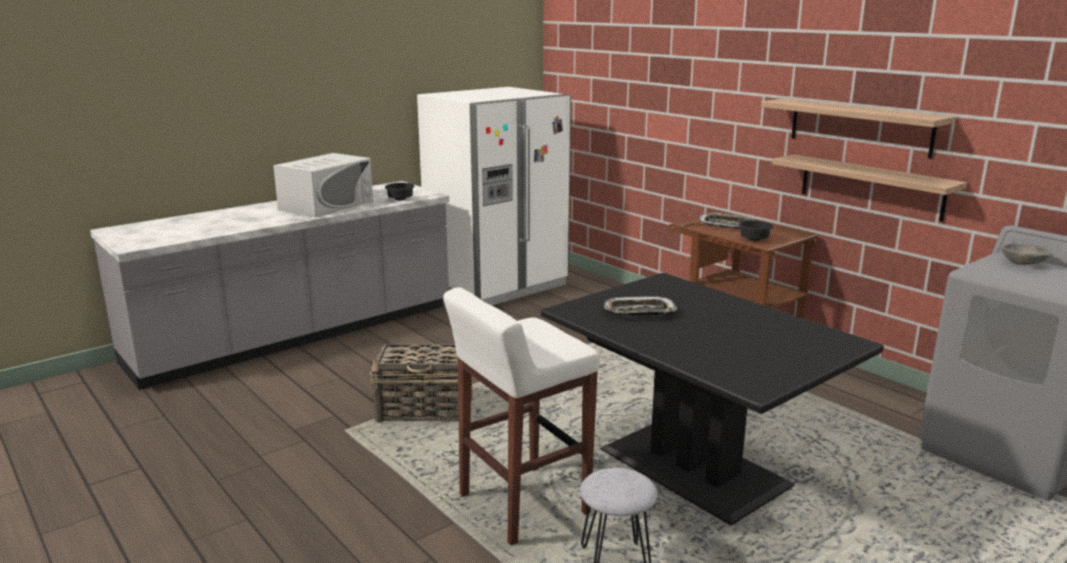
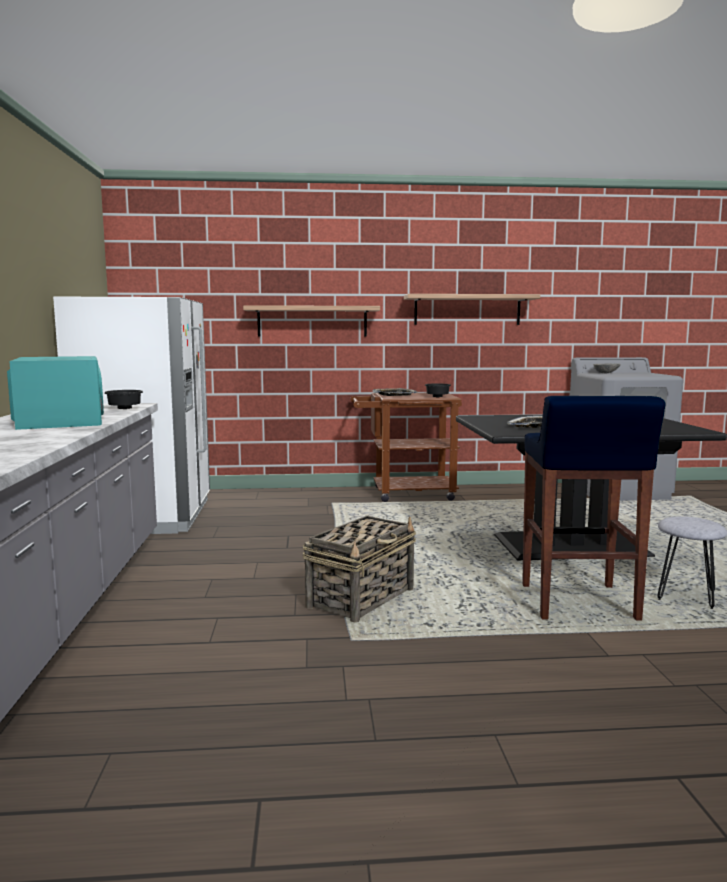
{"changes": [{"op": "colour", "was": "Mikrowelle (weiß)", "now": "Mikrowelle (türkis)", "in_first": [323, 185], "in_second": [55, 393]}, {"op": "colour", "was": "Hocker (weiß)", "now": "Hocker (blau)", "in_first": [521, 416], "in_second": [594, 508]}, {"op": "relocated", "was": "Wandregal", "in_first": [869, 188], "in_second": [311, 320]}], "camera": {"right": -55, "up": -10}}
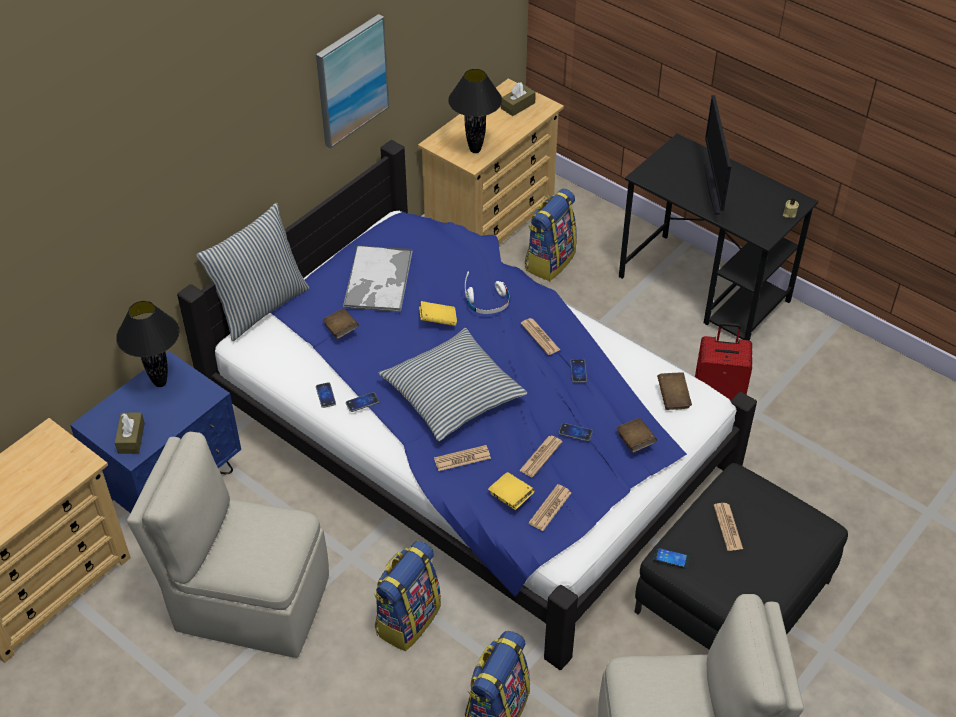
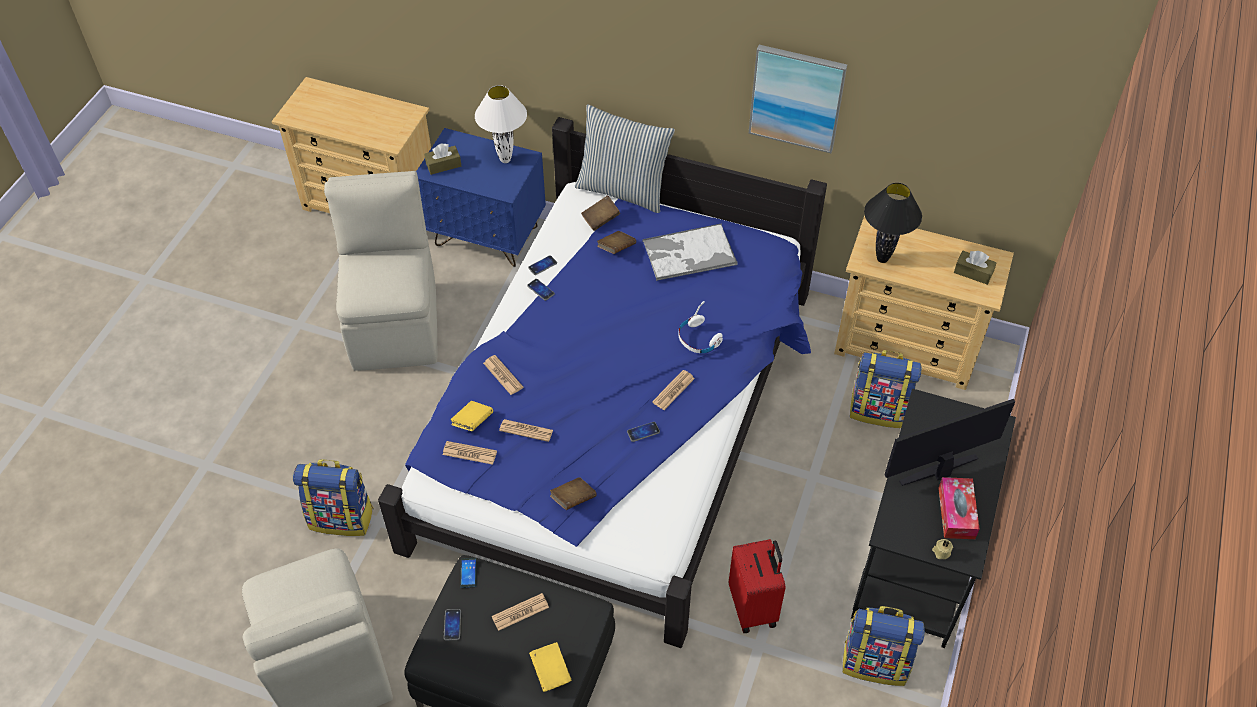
{"changes": [{"op": "colour", "was": "Tischlampe (schwarz)", "now": "Tischlampe (weiß)", "in_first": [147, 344], "in_second": [501, 124]}, {"op": "relocated", "was": "Rucksack", "in_first": [407, 596], "in_second": [883, 646]}, {"op": "missing", "was": "Kissen", "in_first": [452, 384]}, {"op": "relocated", "was": "Buch (gelb)", "in_first": [438, 313], "in_second": [550, 667]}, {"op": "relocated", "was": "Handy", "in_first": [576, 432], "in_second": [452, 625]}, {"op": "relocated", "was": "Buch (braun)", "in_first": [674, 391], "in_second": [600, 213]}, {"op": "appeared", "now": "Taschentuchbox", "in_second": [959, 508]}], "camera": {"right": 70, "up": 5}}
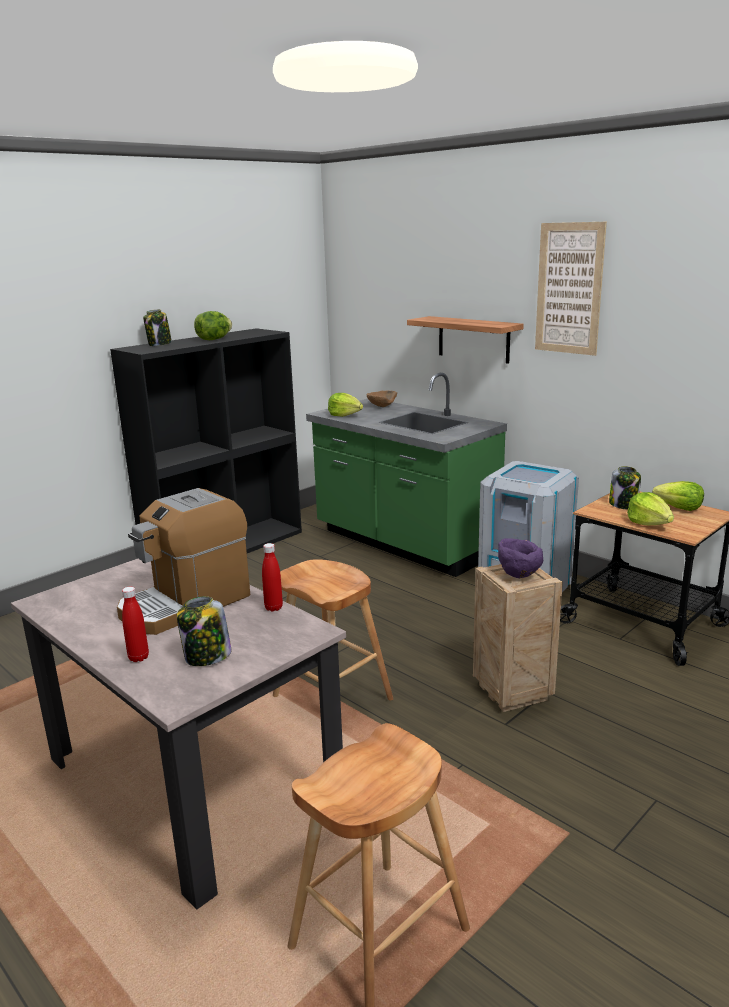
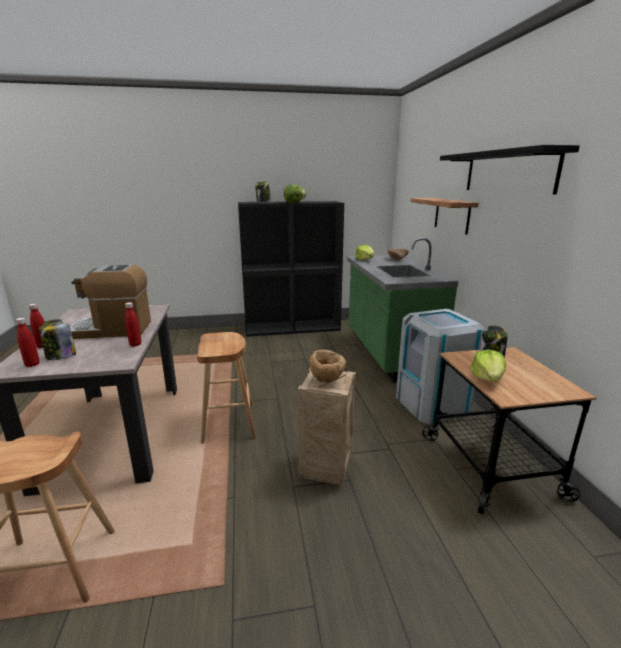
{"changes": [{"op": "colour", "was": "Schüssel (lila)", "now": "Schüssel (braun)", "in_first": [520, 558], "in_second": [327, 366]}, {"op": "exchanged", "was": "Bild", "now": "Wandregal (schwarz)", "in_first": [571, 289], "in_second": [510, 170]}, {"op": "missing", "was": "Salatkopf", "in_first": [678, 496]}, {"op": "appeared", "now": "Flasche (rot)", "in_second": [27, 342]}], "camera": {"right": 35, "up": 0}}
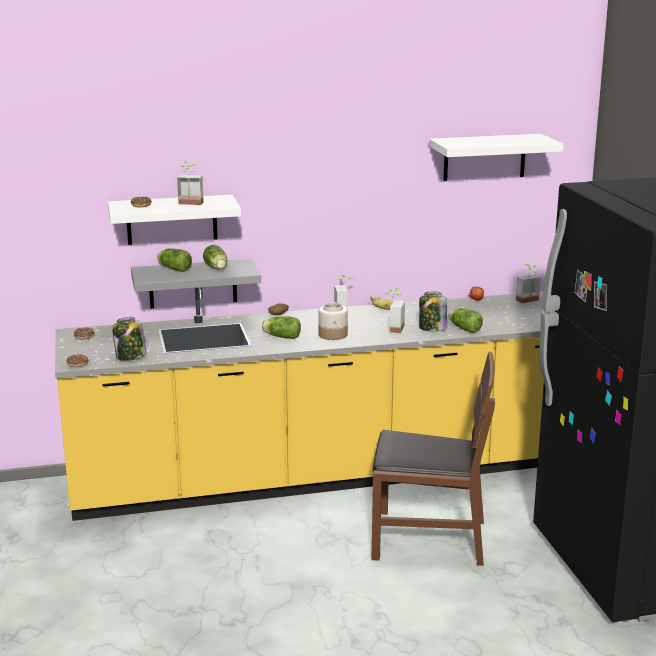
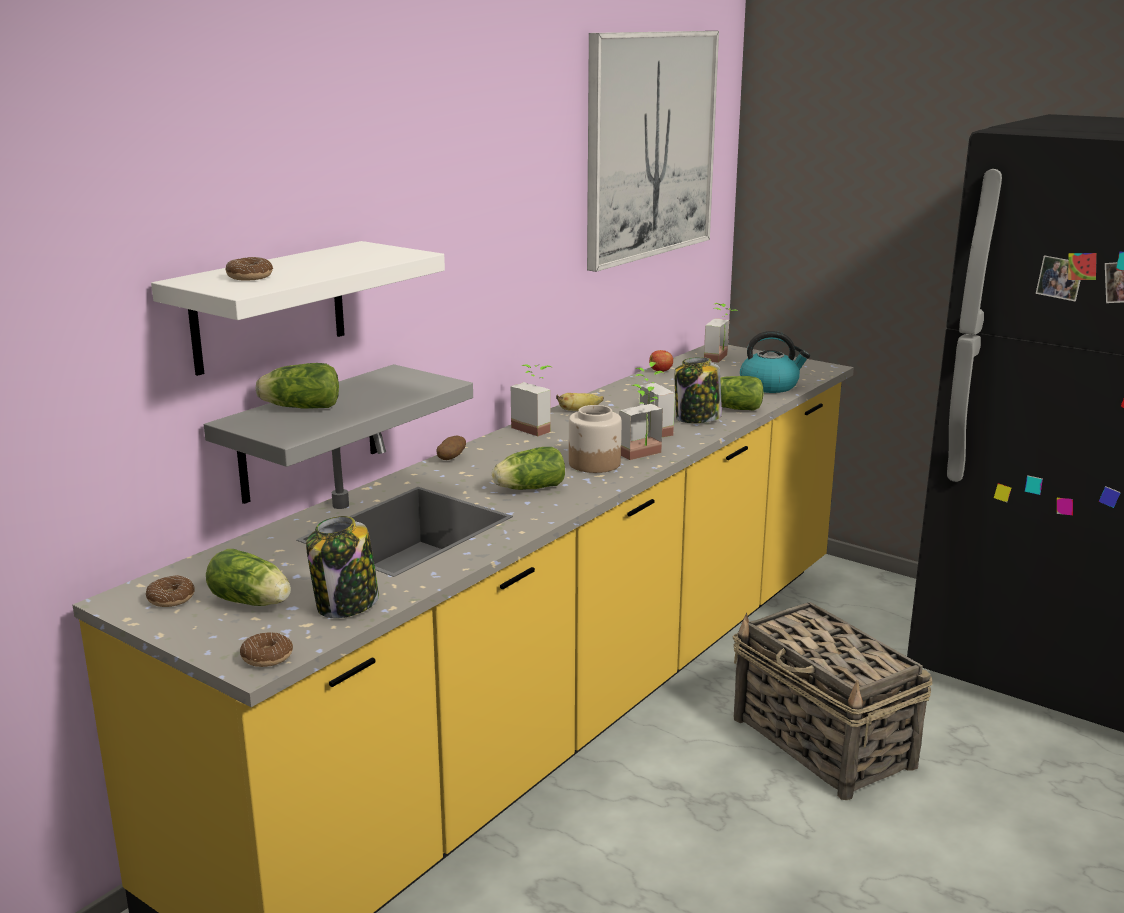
{"changes": [{"op": "relocated", "was": "Topfpflanze", "in_first": [190, 183], "in_second": [641, 422]}, {"op": "relocated", "was": "Salatkopf", "in_first": [215, 257], "in_second": [248, 577]}, {"op": "exchanged", "was": "Stuhl (braun)", "now": "Korb", "in_first": [433, 459], "in_second": [832, 701]}, {"op": "exchanged", "was": "Wandregal (weiß)", "now": "Bild", "in_first": [496, 157], "in_second": [653, 151]}, {"op": "appeared", "now": "Wasserkessel", "in_second": [775, 362]}], "camera": {"right": -40, "up": 0}}
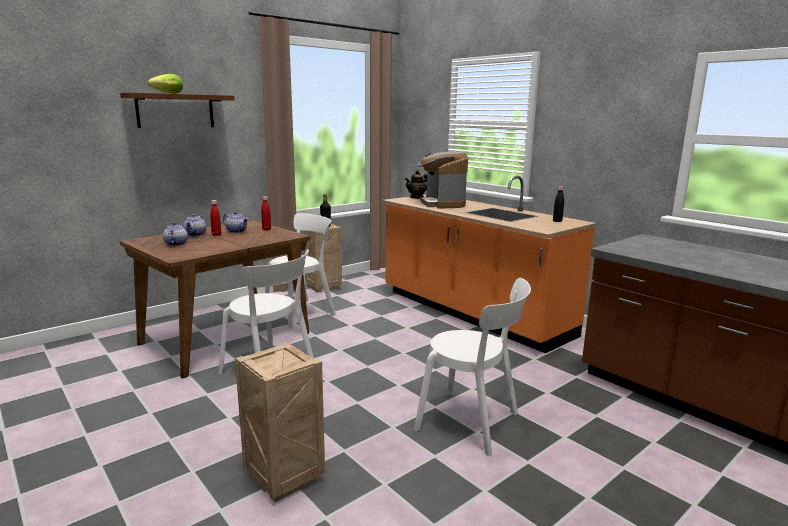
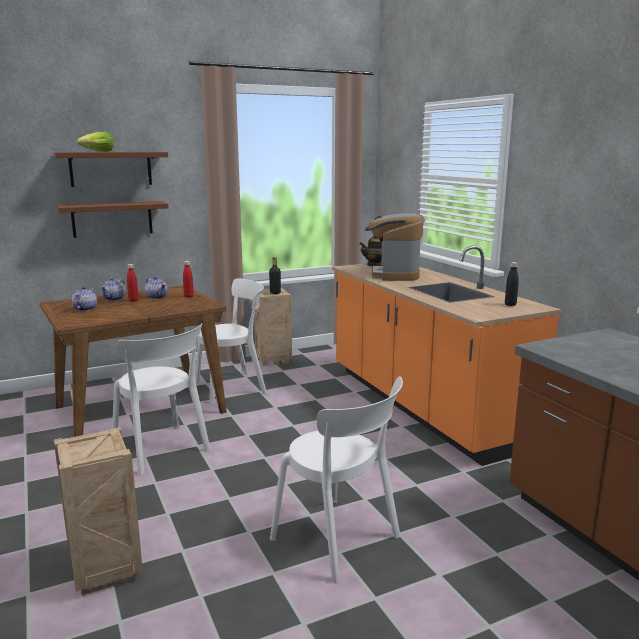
{"changes": [{"op": "appeared", "now": "Wandregal (braun)", "in_second": [112, 219]}], "camera": {"right": 15, "up": 0}}
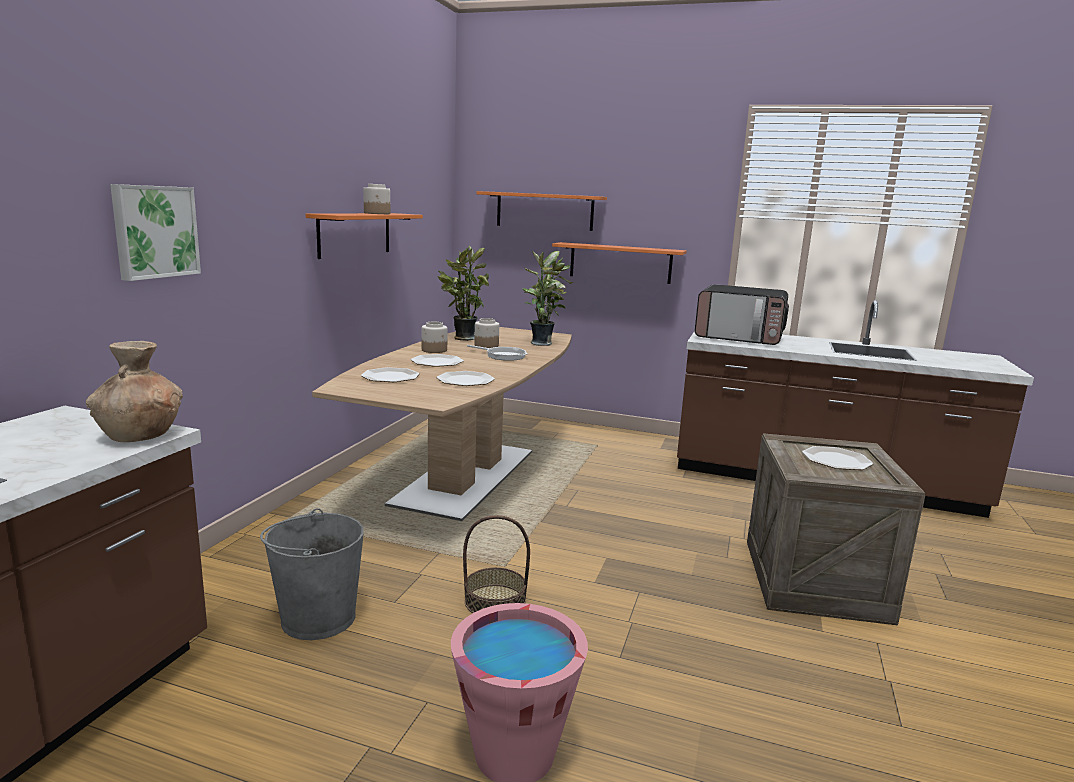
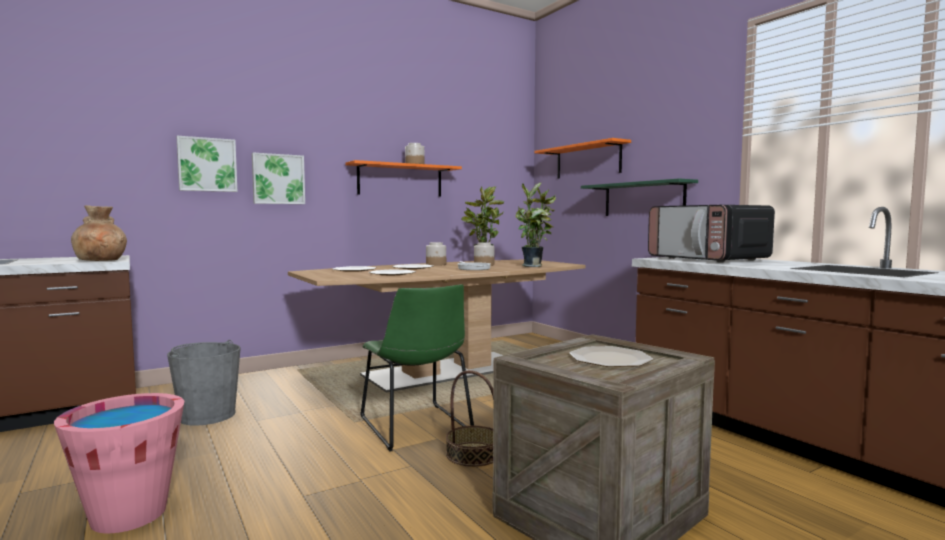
{"changes": [{"op": "relocated", "was": "Korb", "in_first": [496, 564], "in_second": [469, 418]}, {"op": "colour", "was": "Wandregal (orange)", "now": "Wandregal (grün)", "in_first": [619, 263], "in_second": [639, 197]}, {"op": "appeared", "now": "Bild", "in_second": [278, 178]}, {"op": "appeared", "now": "Stuhl (grün)", "in_second": [417, 368]}], "camera": {"right": 40, "up": -10}}
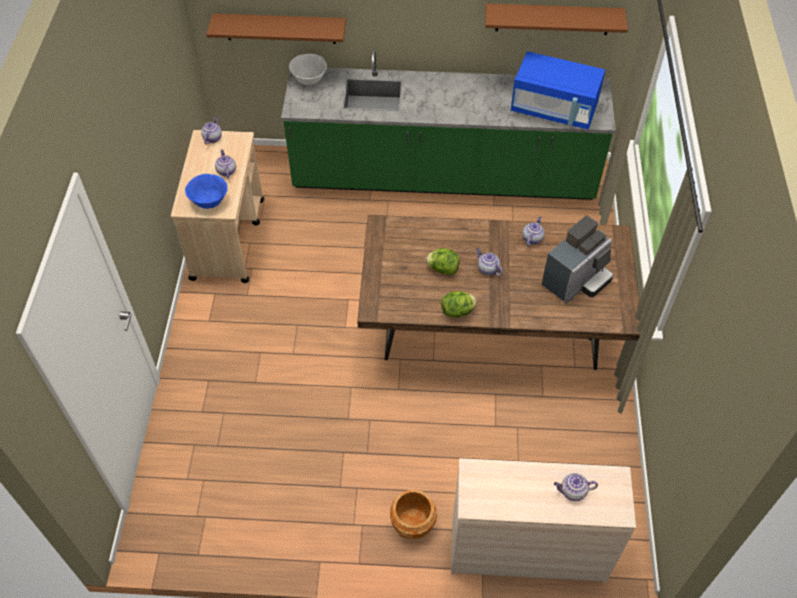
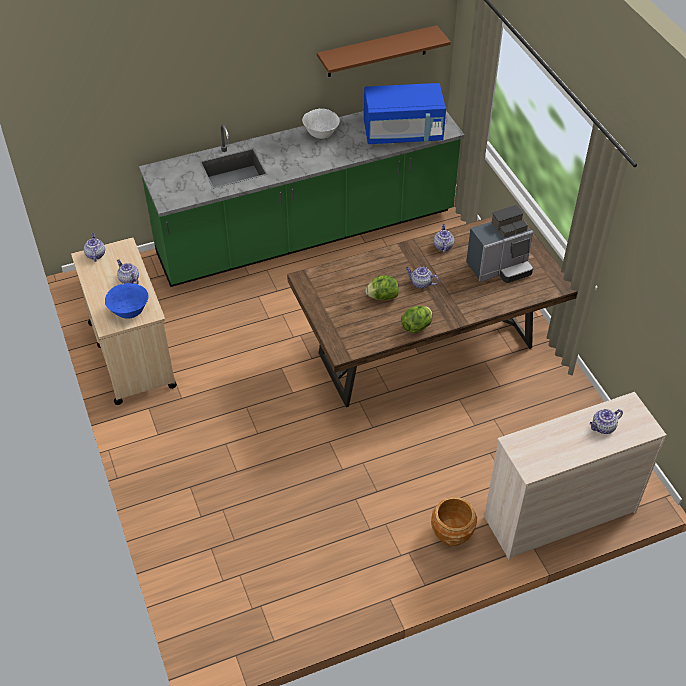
{"changes": [{"op": "missing", "was": "Wandregal (braun)", "in_first": [276, 28]}, {"op": "relocated", "was": "Schüssel (weiß)", "in_first": [308, 69], "in_second": [321, 124]}, {"op": "spun", "was": "Kaffeemaschine", "in_first": [577, 260], "in_second": [499, 244], "clockwise": 45}], "camera": {"right": -25, "up": -5}}
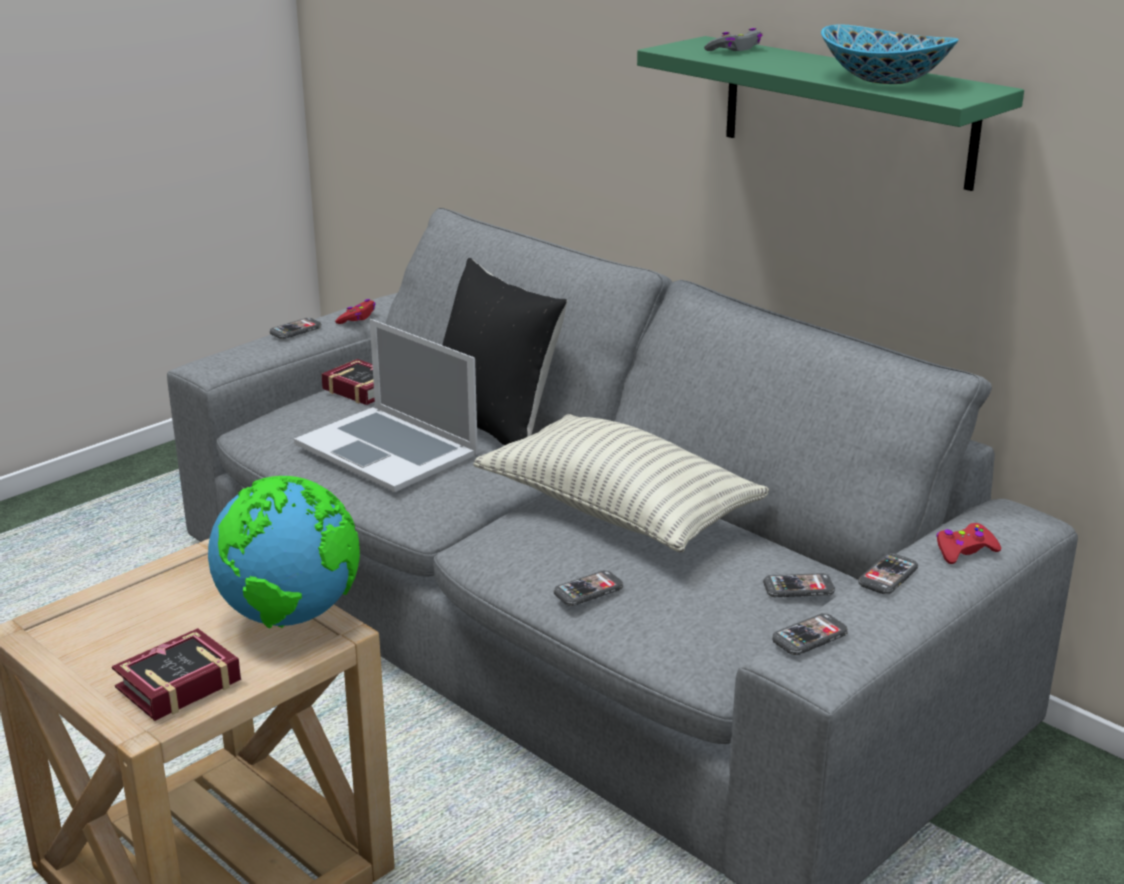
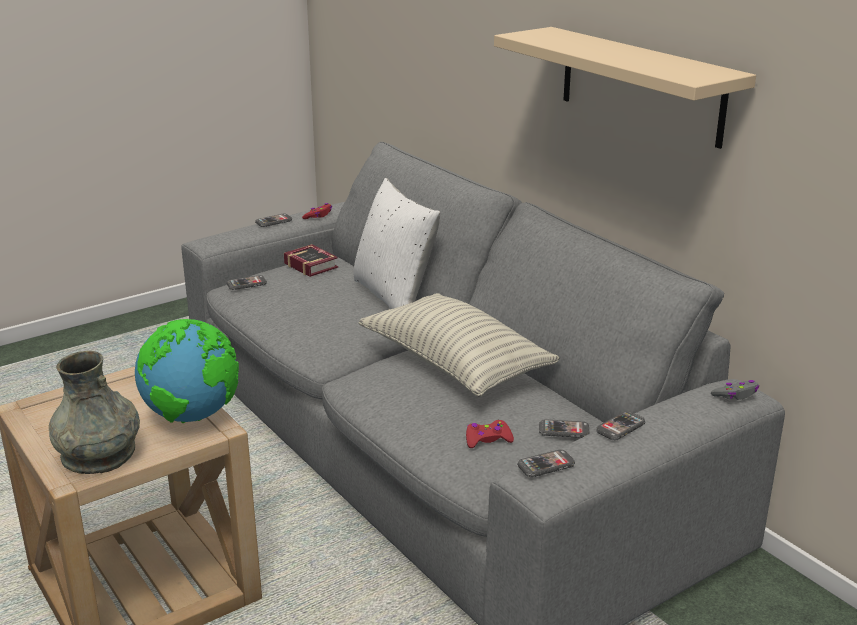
{"changes": [{"op": "exchanged", "was": "Buch", "now": "Vase (grau)", "in_first": [176, 674], "in_second": [94, 412]}, {"op": "missing", "was": "Laptop", "in_first": [386, 405]}, {"op": "colour", "was": "Kissen (schwarz)", "now": "Kissen (weiß)", "in_first": [505, 351], "in_second": [397, 243]}, {"op": "relocated", "was": "Handy", "in_first": [588, 588], "in_second": [247, 282]}, {"op": "colour", "was": "Wandregal (grün)", "now": "Wandregal (beige)", "in_first": [830, 113], "in_second": [625, 88]}, {"op": "relocated", "was": "Gamepad (grau)", "in_first": [733, 39], "in_second": [735, 390]}, {"op": "missing", "was": "Schüssel", "in_first": [890, 54]}, {"op": "relocated", "was": "Gamepad (rot)", "in_first": [968, 543], "in_second": [490, 434]}], "camera": {"right": 10, "up": 0}}
